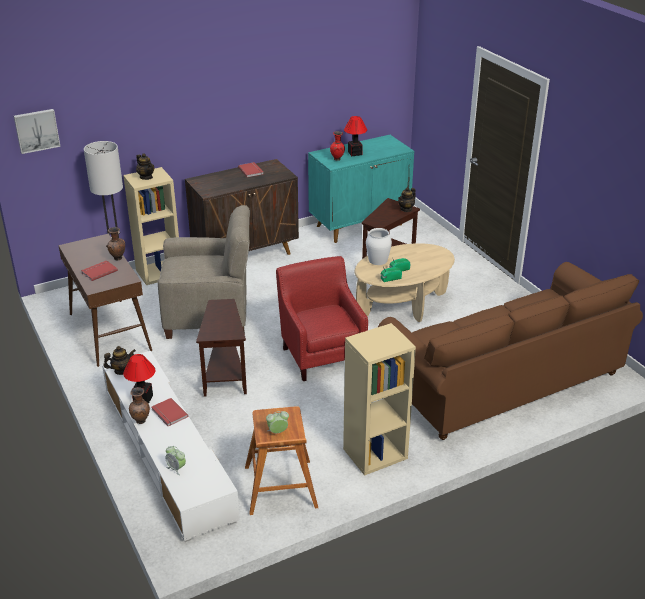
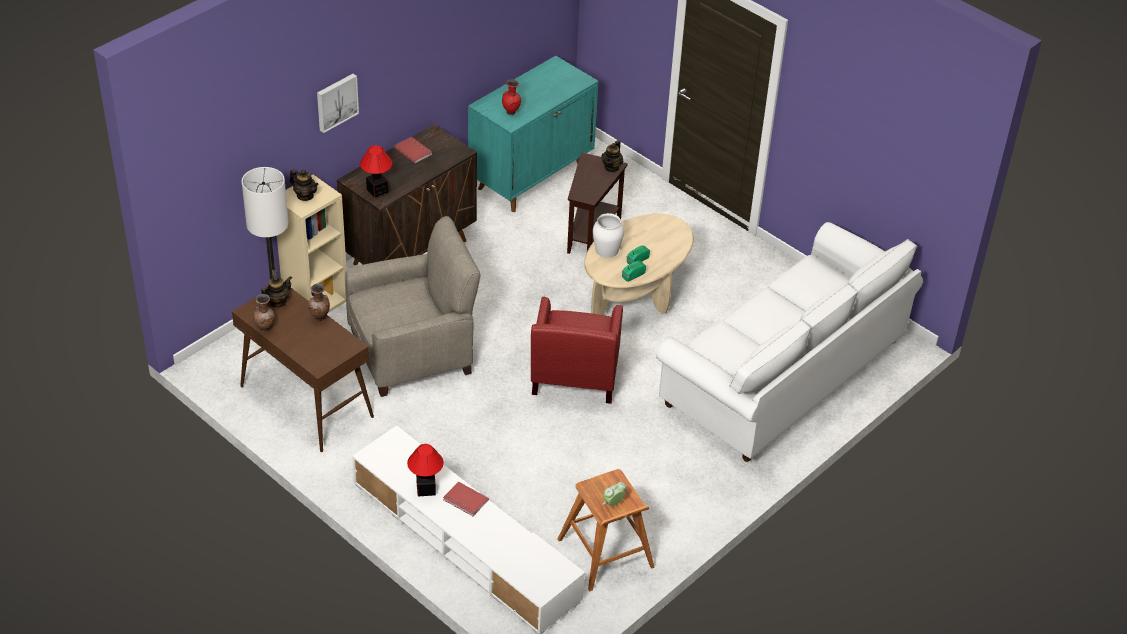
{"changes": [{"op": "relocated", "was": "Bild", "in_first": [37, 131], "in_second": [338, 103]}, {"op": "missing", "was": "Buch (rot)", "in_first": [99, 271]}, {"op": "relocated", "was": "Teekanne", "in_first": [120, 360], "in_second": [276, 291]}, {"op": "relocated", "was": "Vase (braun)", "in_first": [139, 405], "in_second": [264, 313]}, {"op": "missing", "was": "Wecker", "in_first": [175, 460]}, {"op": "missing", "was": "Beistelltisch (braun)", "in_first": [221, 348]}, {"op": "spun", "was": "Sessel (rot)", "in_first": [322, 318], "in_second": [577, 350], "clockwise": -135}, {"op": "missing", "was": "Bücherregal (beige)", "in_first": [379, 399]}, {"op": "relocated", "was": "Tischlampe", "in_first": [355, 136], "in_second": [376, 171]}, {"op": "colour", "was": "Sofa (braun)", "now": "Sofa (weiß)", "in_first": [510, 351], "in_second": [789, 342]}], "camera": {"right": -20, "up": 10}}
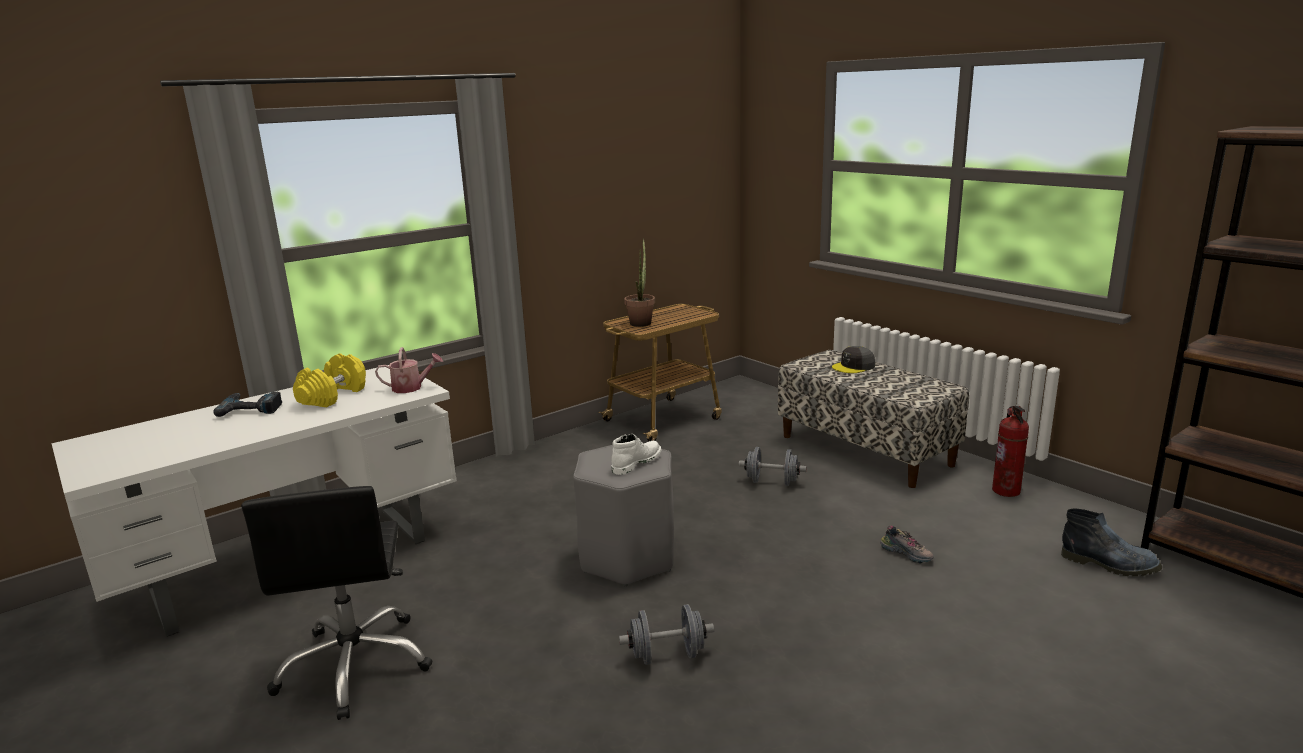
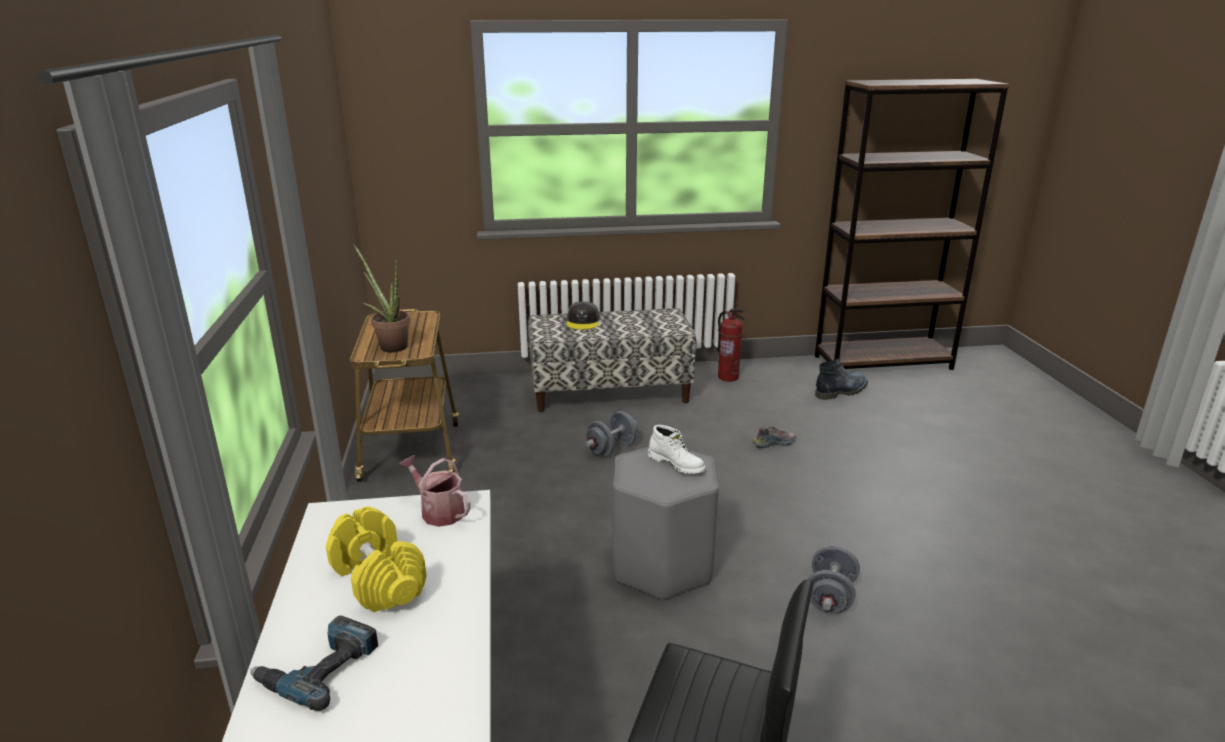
{"changes": [{"op": "spun", "was": "Gießkanne", "in_first": [409, 370], "in_second": [435, 491], "clockwise": -75}, {"op": "spun", "was": "Stiefel (weiß)", "in_first": [636, 454], "in_second": [677, 449], "clockwise": 150}], "camera": {"right": -60, "up": 5}}
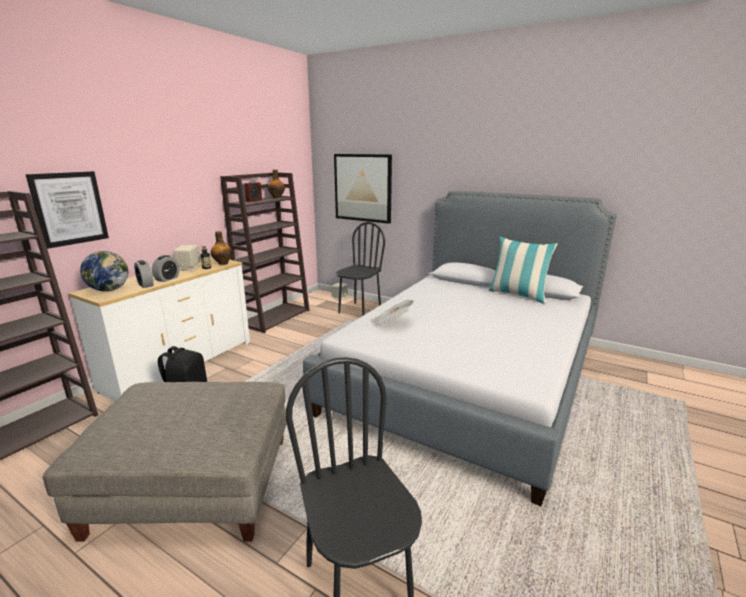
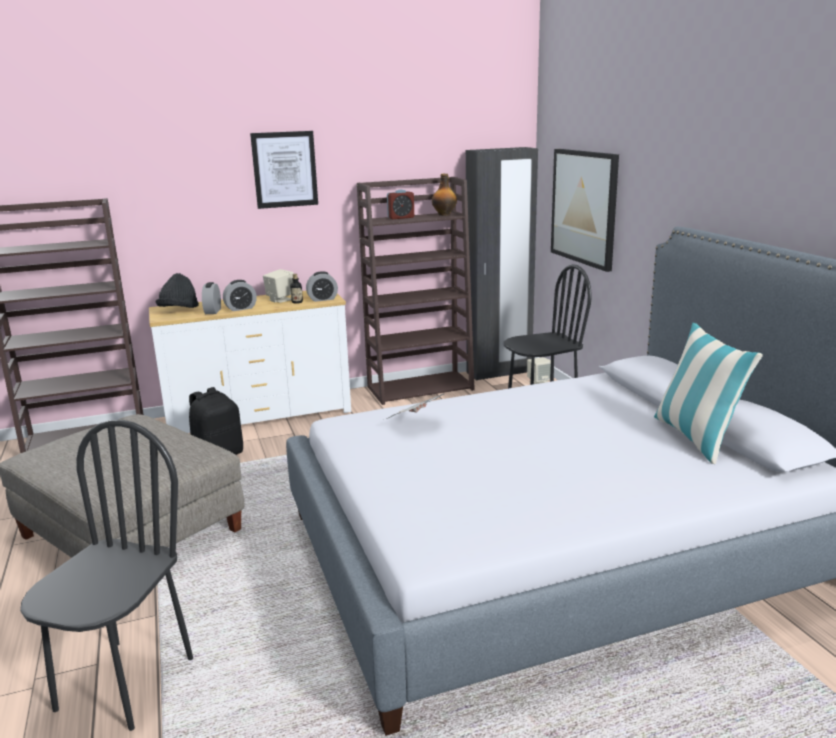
{"changes": [{"op": "relocated", "was": "Bild", "in_first": [67, 210], "in_second": [284, 170]}, {"op": "exchanged", "was": "Globus", "now": "Hut (schwarz)", "in_first": [104, 271], "in_second": [177, 290]}, {"op": "exchanged", "was": "Flasche", "now": "Wecker", "in_first": [221, 248], "in_second": [322, 286]}, {"op": "appeared", "now": "Kleiderschrank (schwarz)", "in_second": [502, 264]}], "camera": {"right": 40, "up": 0}}
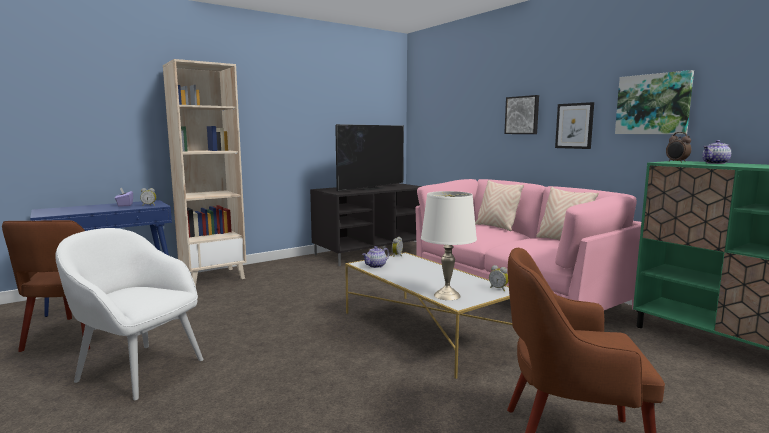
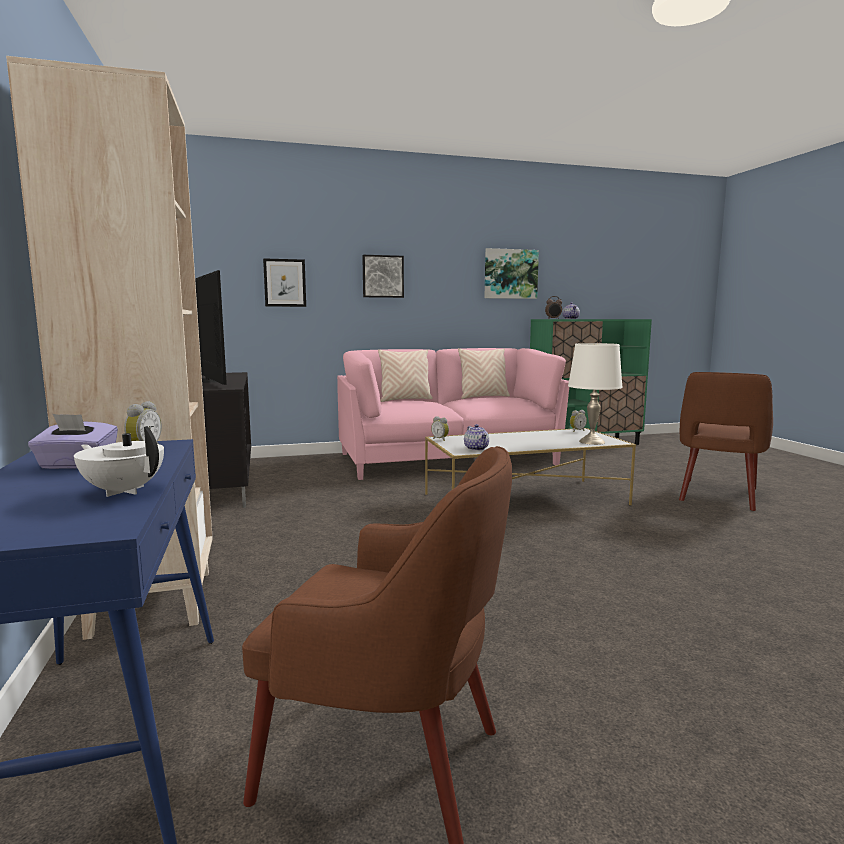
{"changes": [{"op": "missing", "was": "Sessel (weiß)", "in_first": [129, 314]}, {"op": "relocated", "was": "Bild", "in_first": [574, 125], "in_second": [284, 282]}, {"op": "appeared", "now": "Teekanne (weiß)", "in_second": [119, 461]}], "camera": {"right": -70, "up": 0}}
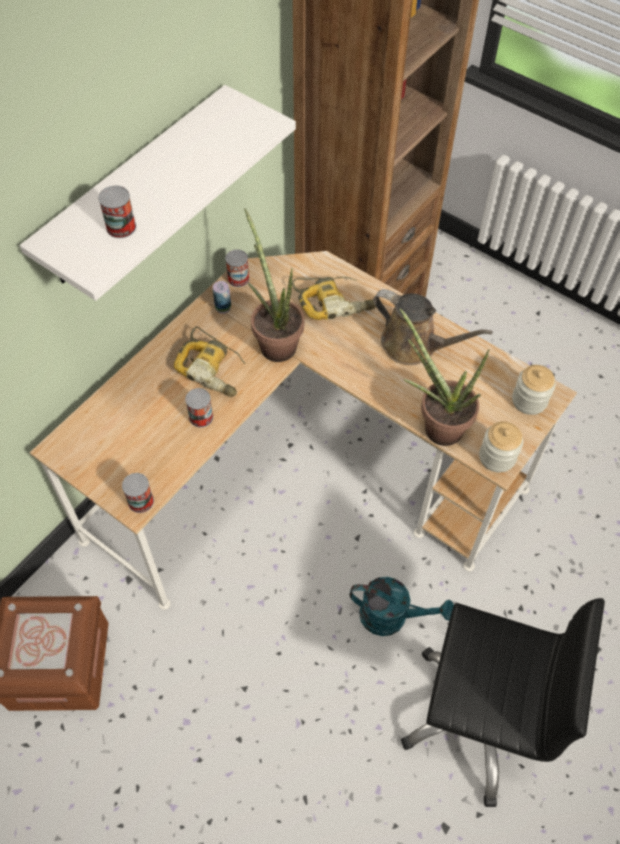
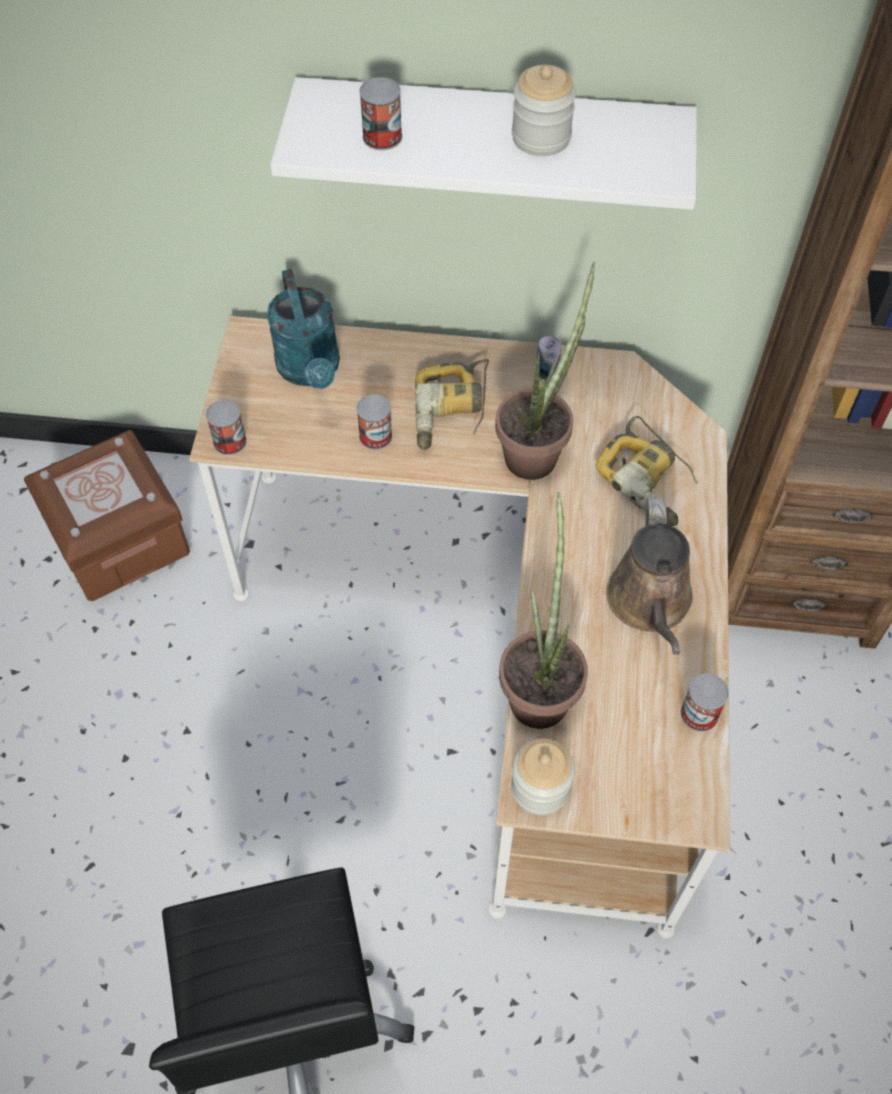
{"changes": [{"op": "relocated", "was": "Dose", "in_first": [237, 268], "in_second": [705, 702]}, {"op": "relocated", "was": "Gießkanne (türkis)", "in_first": [401, 606], "in_second": [303, 329]}, {"op": "relocated", "was": "Vorratsglas", "in_first": [534, 390], "in_second": [544, 110]}], "camera": {"right": 60, "up": 0}}
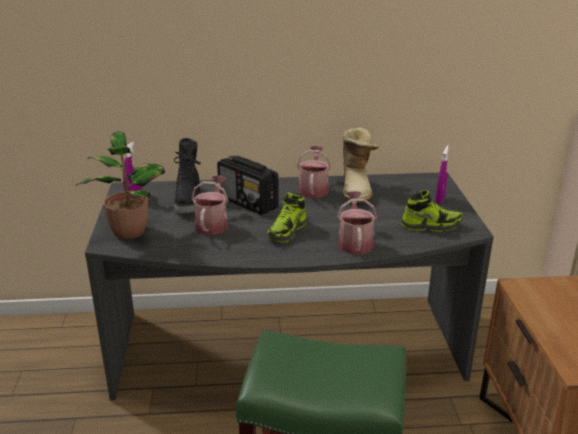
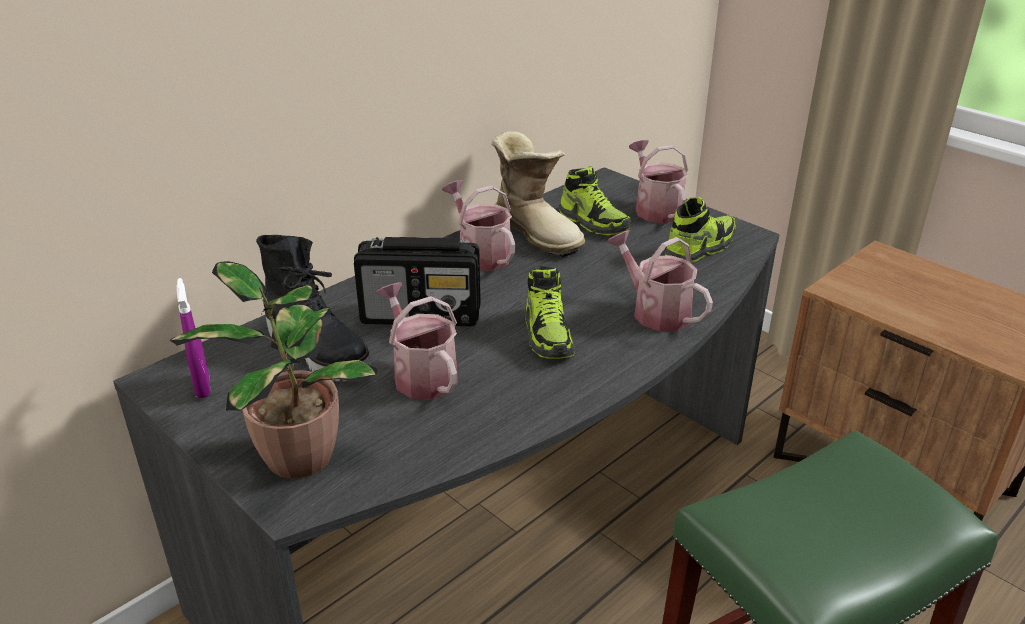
{"changes": [{"op": "exchanged", "was": "Sprühflasche (lila)", "now": "Gießkanne", "in_first": [442, 174], "in_second": [658, 181]}, {"op": "appeared", "now": "Schuh", "in_second": [595, 200]}], "camera": {"right": -40, "up": 5}}
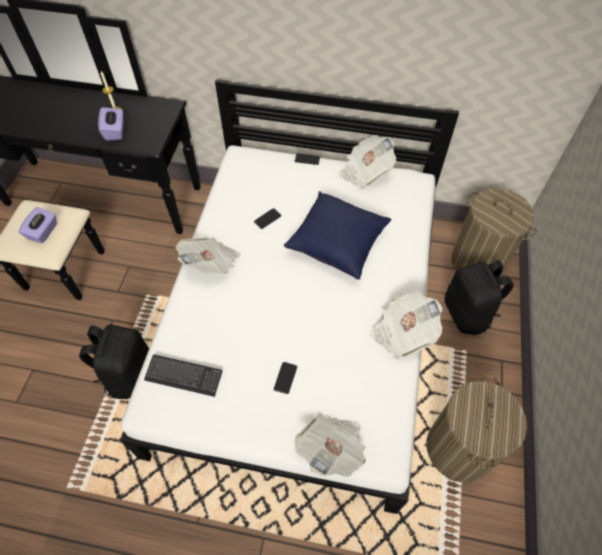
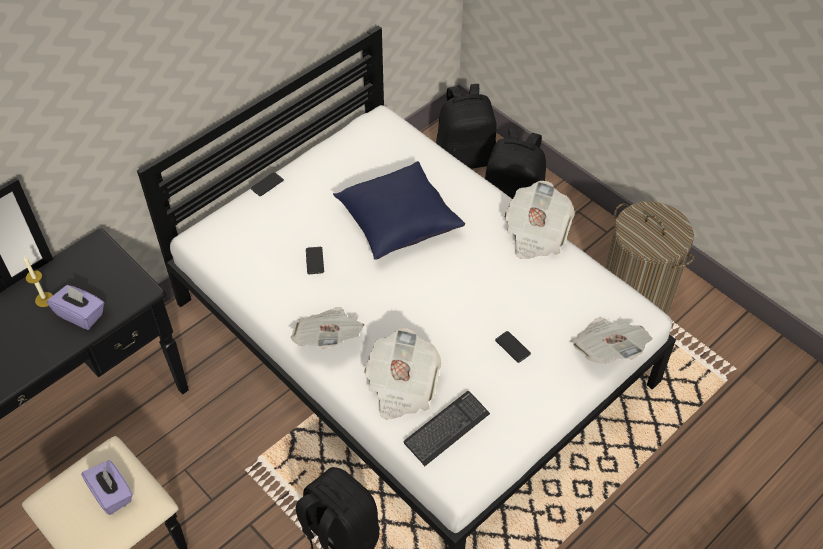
{"changes": [{"op": "relocated", "was": "Zeitung", "in_first": [367, 162], "in_second": [403, 374]}, {"op": "exchanged", "was": "Wäschekorb", "now": "Rucksack (schwarz)", "in_first": [494, 232], "in_second": [466, 126]}], "camera": {"right": -55, "up": -5}}
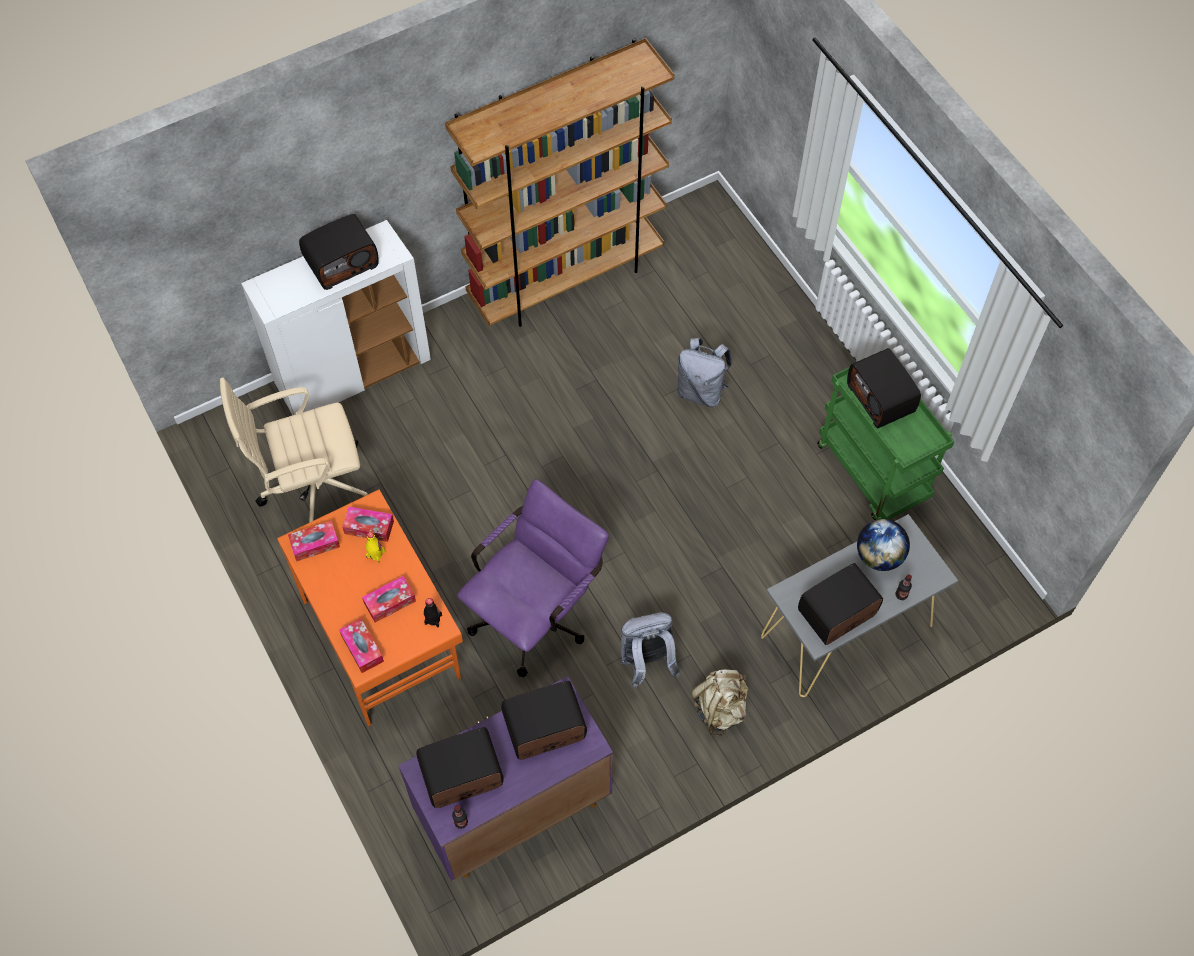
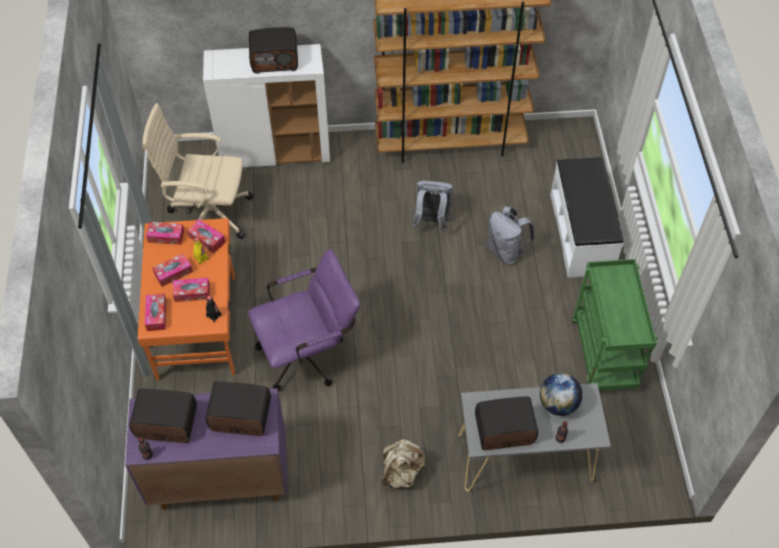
{"changes": [{"op": "relocated", "was": "Rucksack (grau)", "in_first": [650, 650], "in_second": [432, 206]}, {"op": "missing", "was": "Radio", "in_first": [884, 388]}, {"op": "appeared", "now": "Taschentuchbox", "in_second": [172, 270]}, {"op": "appeared", "now": "Bank (weiß)", "in_second": [587, 217]}], "camera": {"right": 25, "up": -5}}
